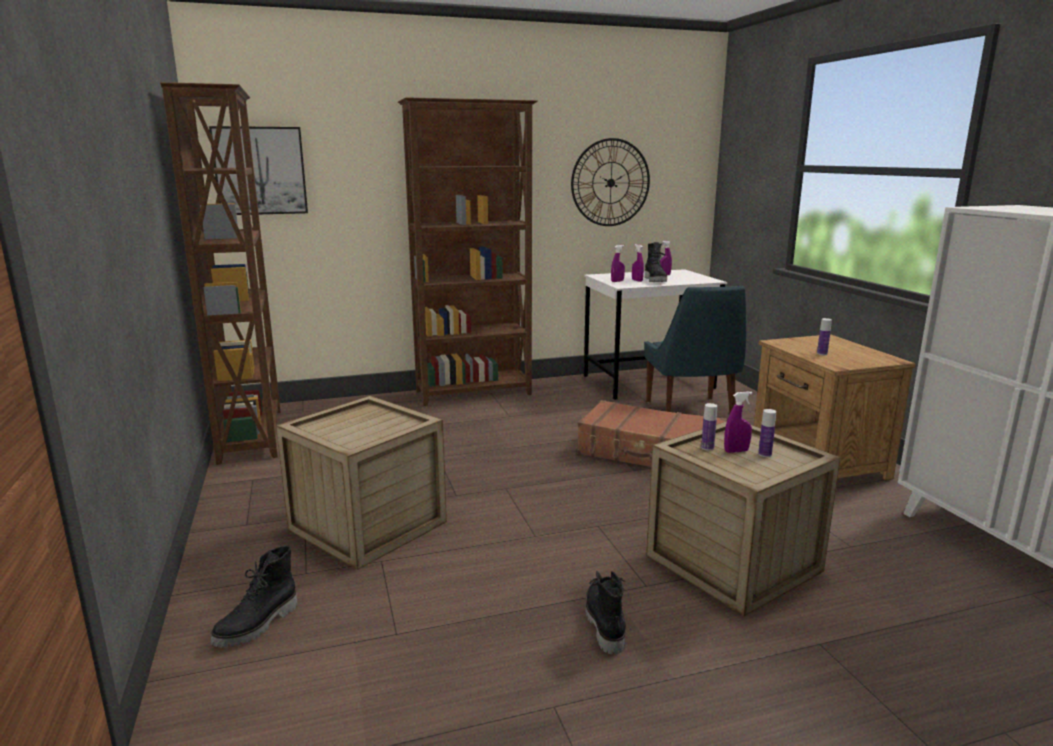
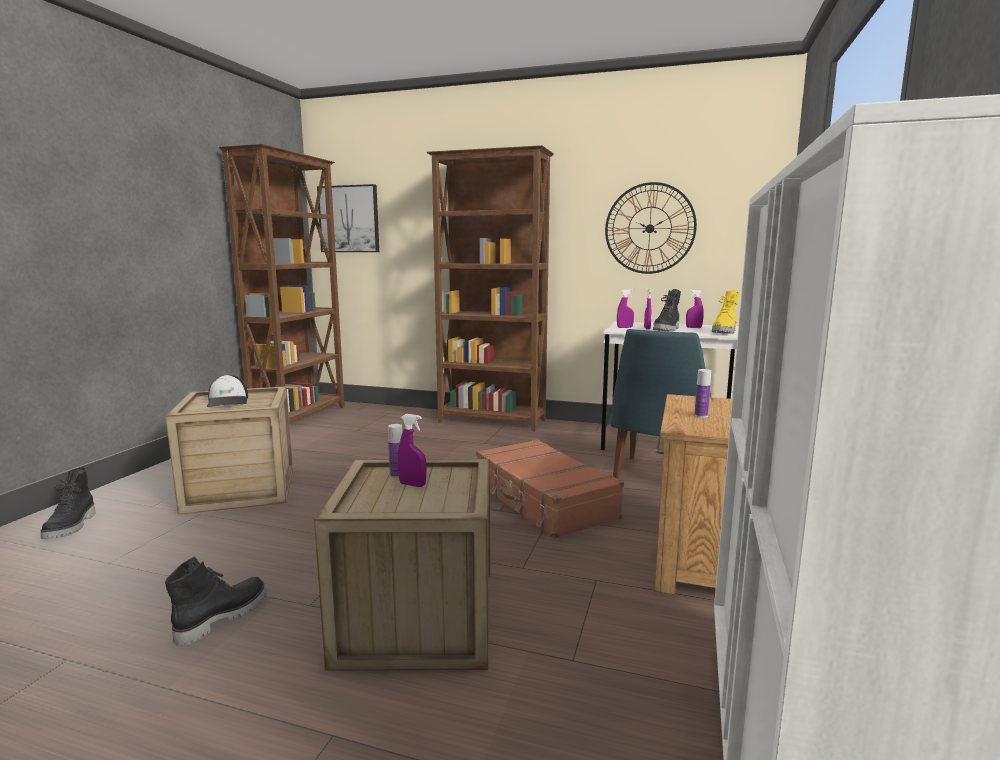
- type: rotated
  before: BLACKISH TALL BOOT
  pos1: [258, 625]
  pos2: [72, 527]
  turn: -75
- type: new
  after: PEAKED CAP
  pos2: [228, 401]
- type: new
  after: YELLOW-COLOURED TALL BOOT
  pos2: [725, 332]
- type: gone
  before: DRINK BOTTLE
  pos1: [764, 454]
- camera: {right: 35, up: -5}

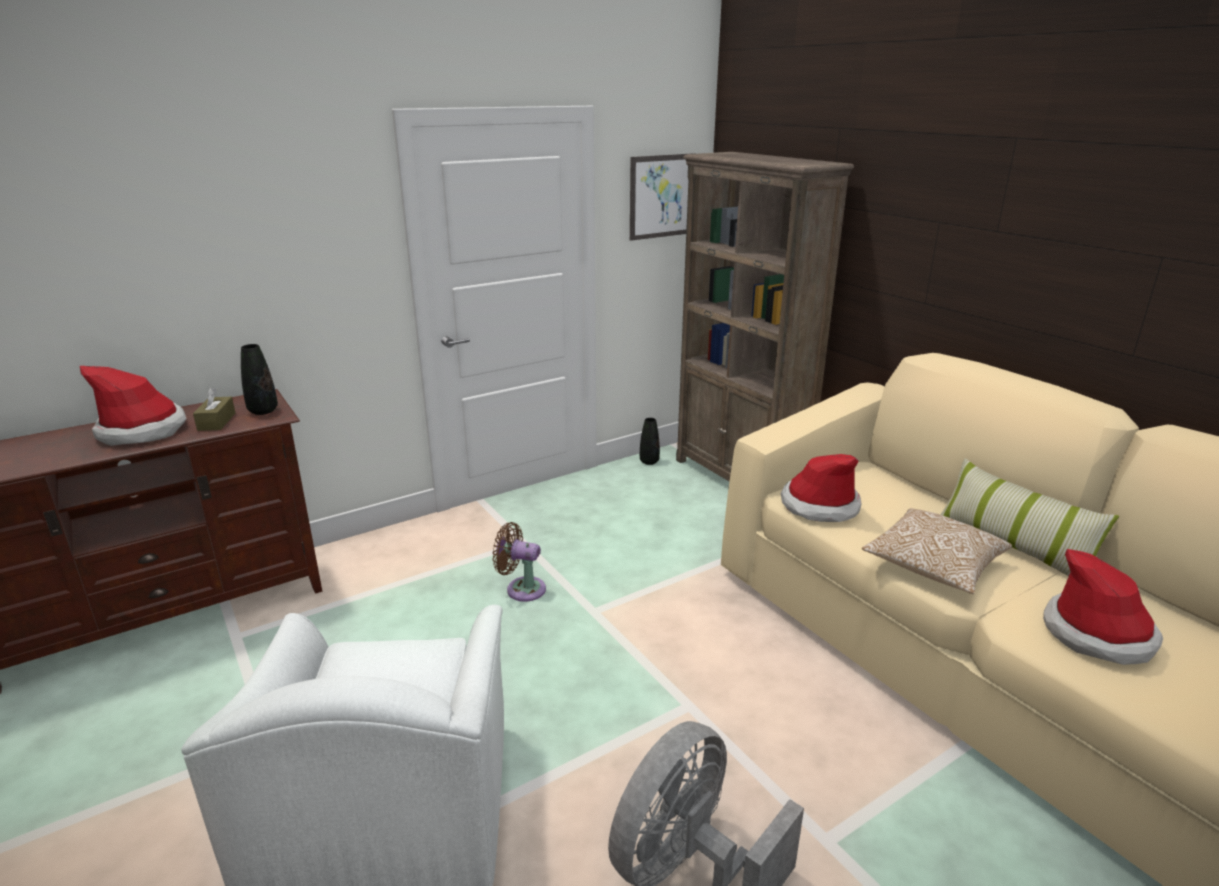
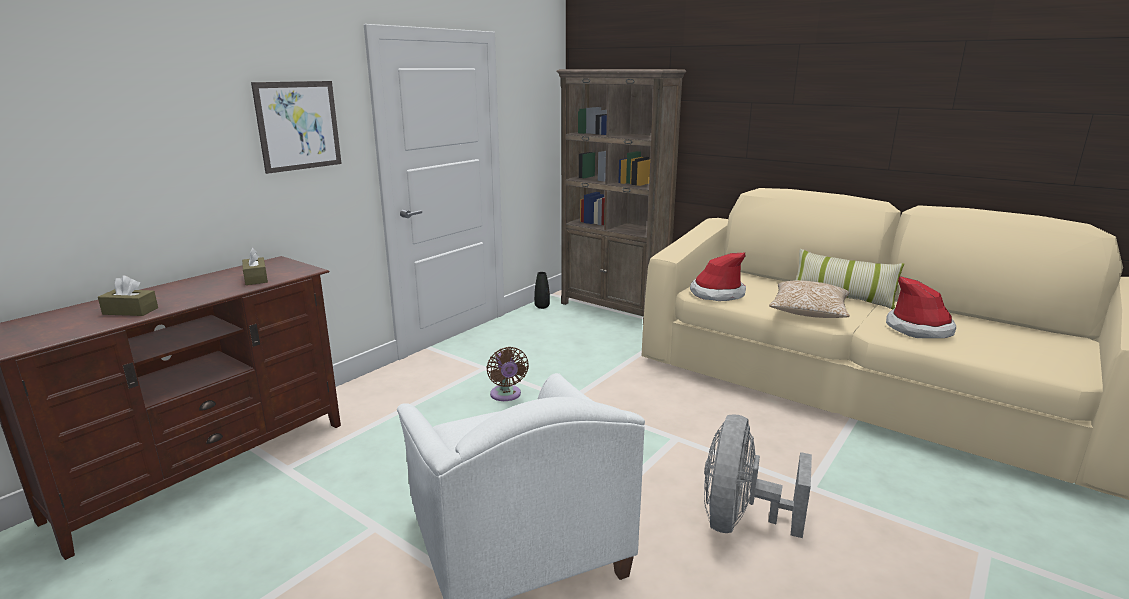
- type: new
  after: BROWNISH TISSUE BOX
  pos2: [130, 311]
- type: shifted
  before: PICTURE
  pos1: [662, 196]
  pos2: [298, 125]
- type: rotated
  before: BROWNISH ELECTRIC FAN
  pos1: [522, 588]
  pos2: [506, 395]
  turn: -105
- type: gone
  before: CLOTHING HAT
  pos1: [142, 430]
- type: gone
  before: BLACKISH FLOWER VASE
  pos1: [263, 411]
- camera: {right: -20, up: -5}

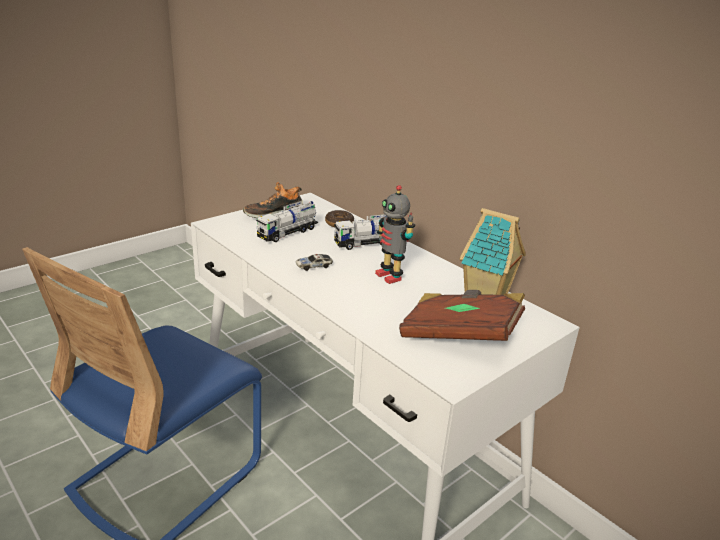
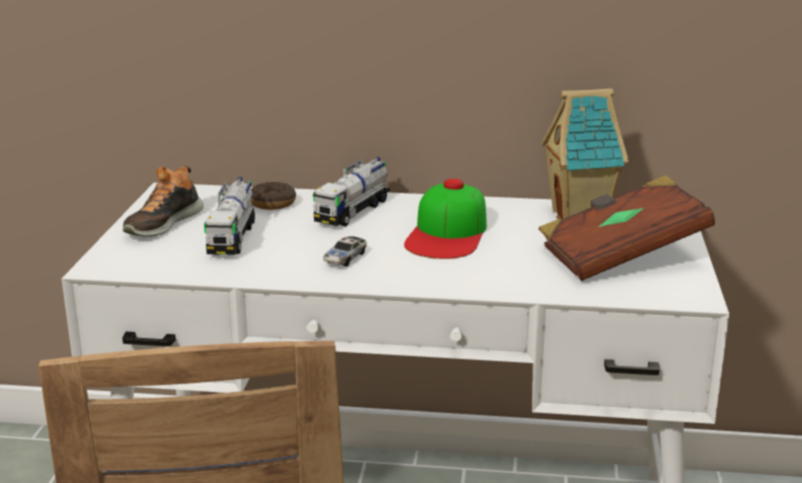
- type: swapped
  before: ROBOT FIGURE
  after: PEAKED CAP
  pos1: [390, 276]
  pos2: [448, 233]
- camera: {right: -40, up: -5}

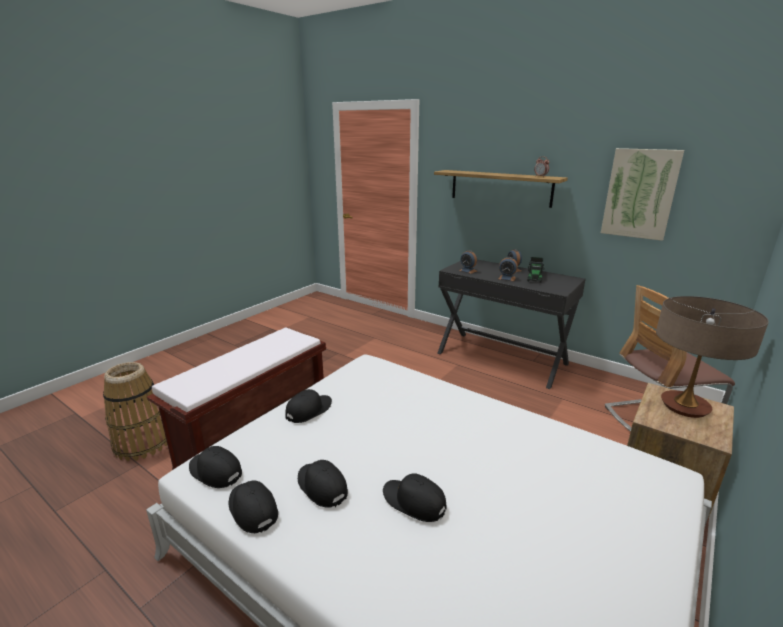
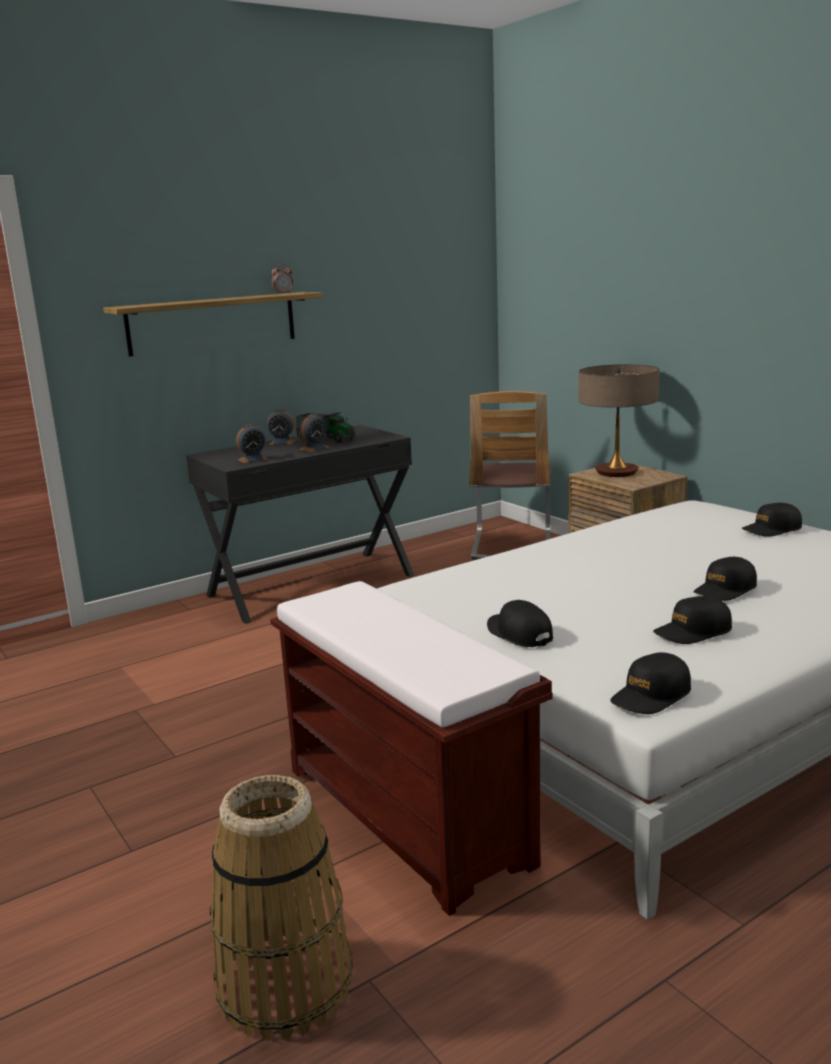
- type: shifted
  before: BLACKISH PEAKED CAP
  pos1: [252, 509]
  pos2: [772, 529]
- type: gone
  before: PICTURE
  pos1: [640, 194]
- camera: {right: -70, up: -5}

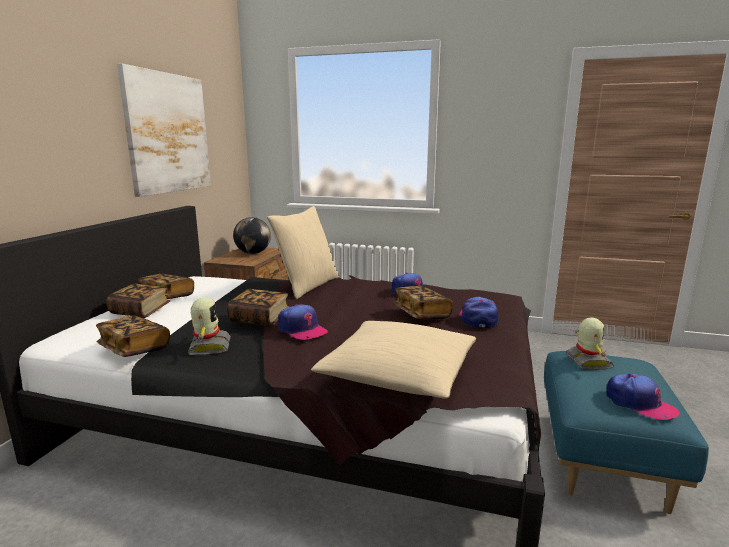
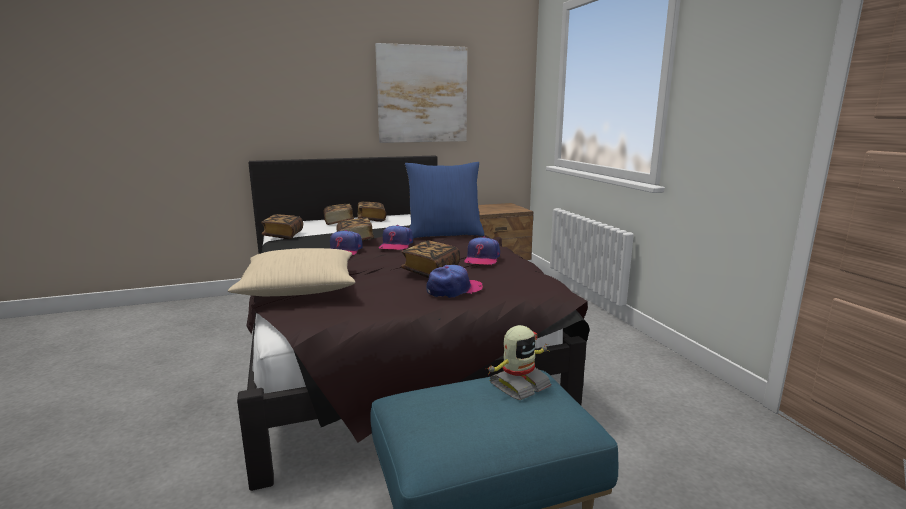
- type: shifted
  before: PEAKED CAP
  pos1: [639, 403]
  pos2: [396, 245]
- type: repainted
  before: SAND-COLOURED PILLOW
  after: BLUE PILLOW
  pos1: [307, 286]
  pos2: [444, 234]
- type: gone
  before: ROBOT FIGURE
  pos1: [208, 347]
- type: gone
  before: WORLD GLOBE
  pos1: [253, 253]
- camera: {right: 55, up: 0}

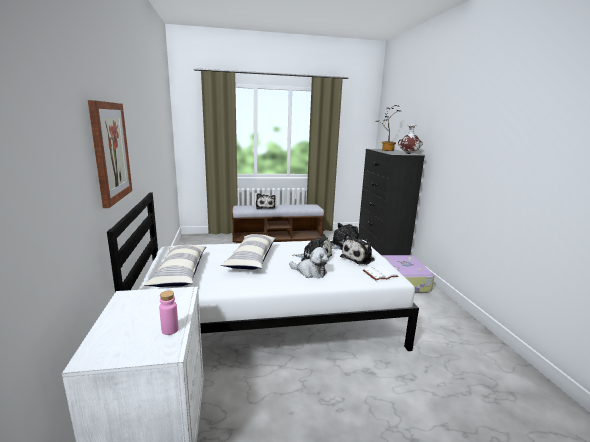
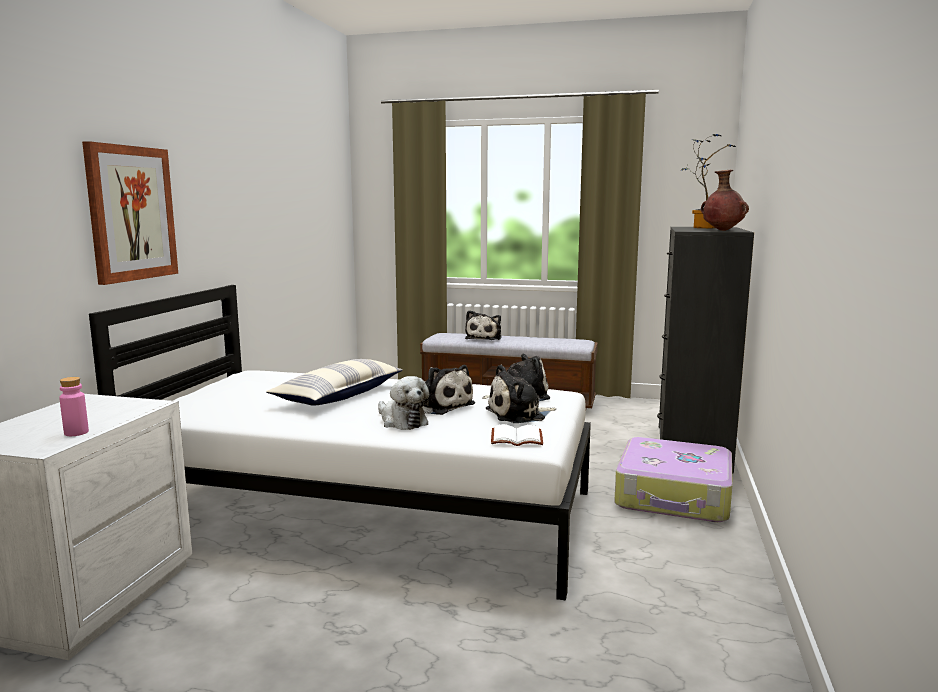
- type: repainted
  before: WHITE-COLOURED FLOWER VASE
  after: BROWNISH FLOWER VASE
  pos1: [408, 154]
  pos2: [722, 230]
- type: gone
  before: PILLOW
  pos1: [180, 273]
- camera: {right: 25, up: -5}

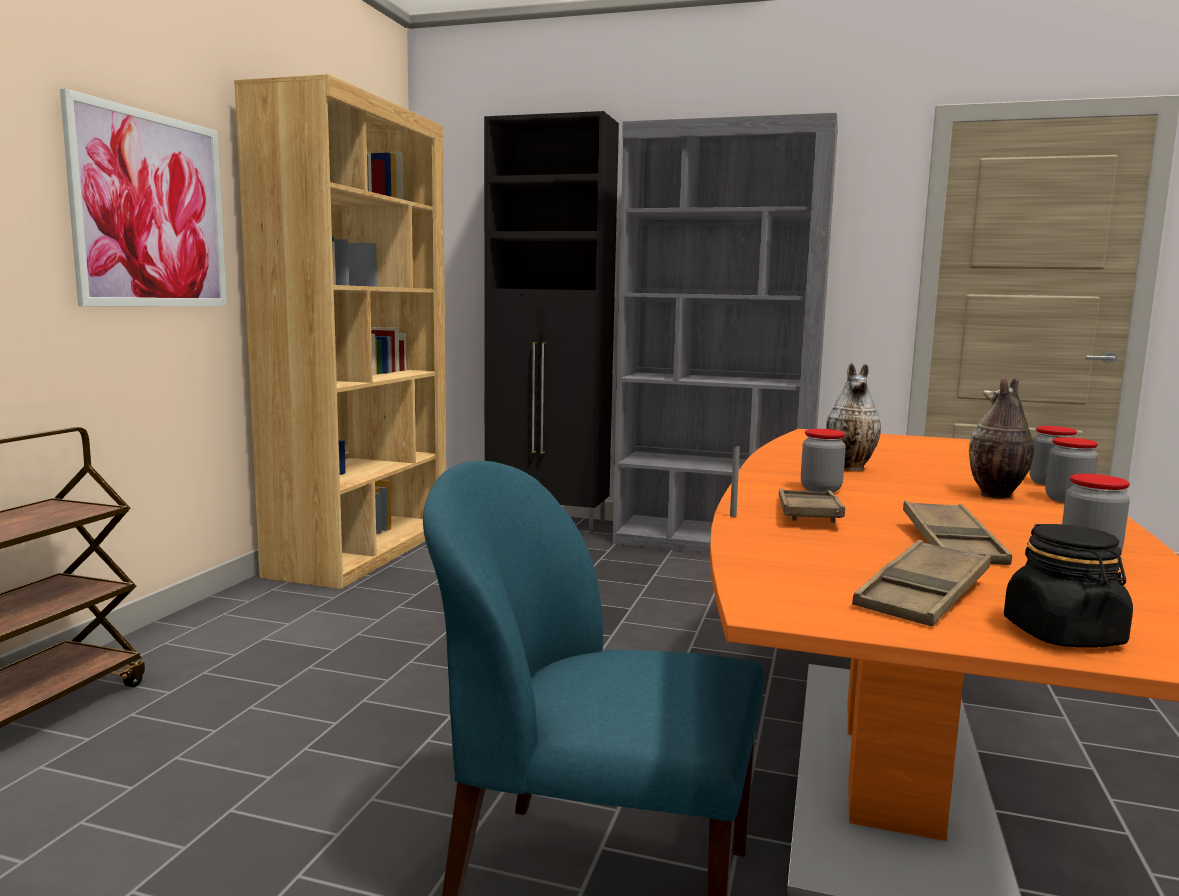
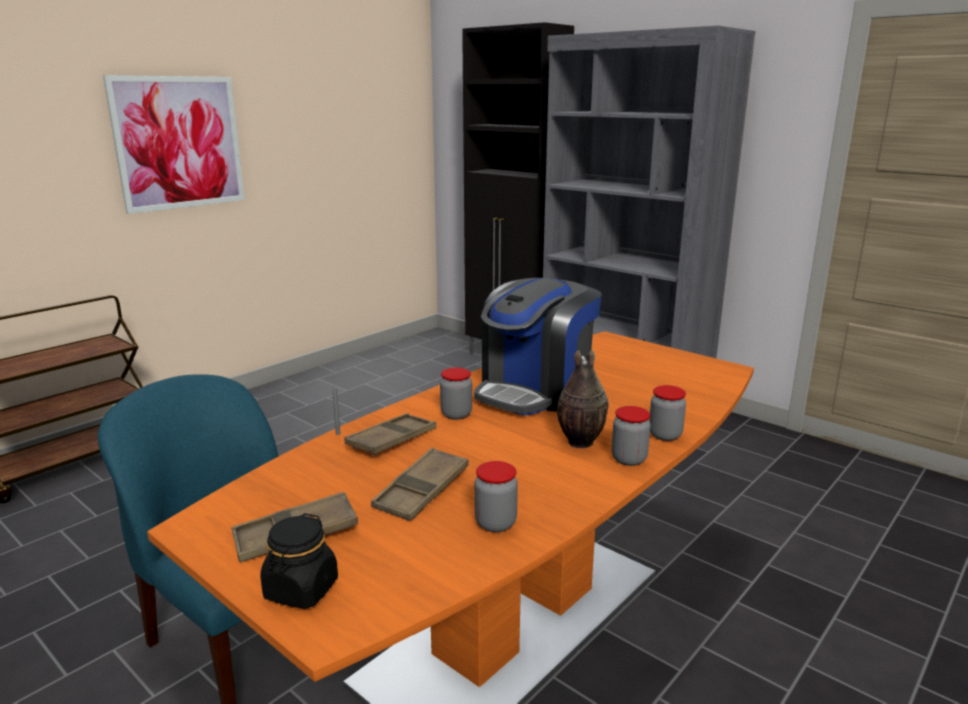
- type: swapped
  before: FLOWER VASE
  after: COFFEE BREWER
  pos1: [851, 468]
  pos2: [535, 391]
- type: gone
  before: BROWNISH BOOKSHELF
  pos1: [362, 552]
- camera: {right: 25, up: 10}

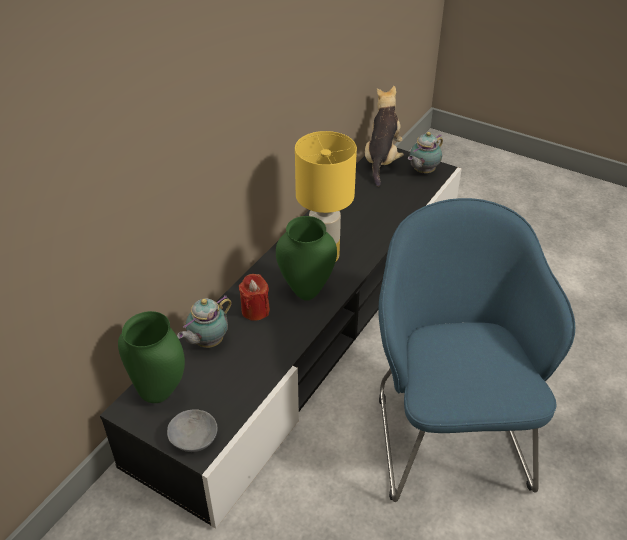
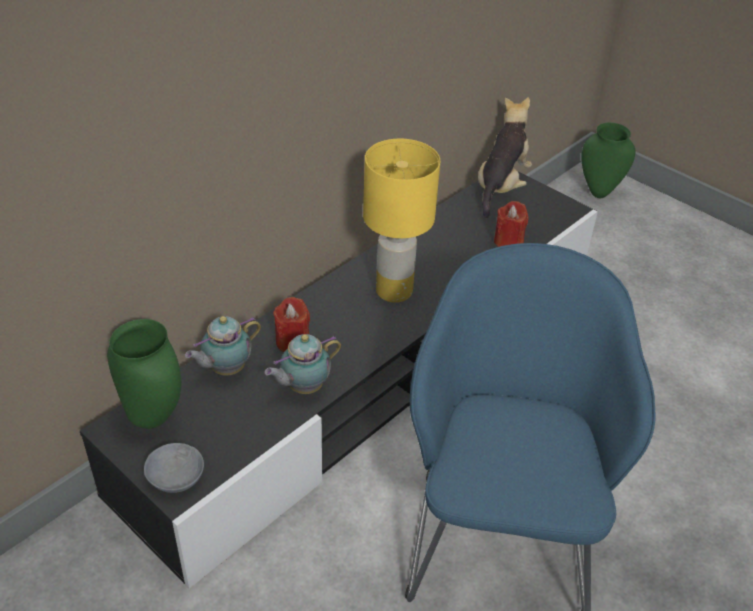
- type: shifted
  before: POT FOR TEA
  pos1: [422, 171]
  pos2: [303, 387]
- type: new
  after: RED-COLOURED WAX LIGHT
  pos2: [508, 241]
- type: shifted
  before: GREEN FLOWER VASE
  pos1: [306, 293]
  pos2: [598, 193]
- camera: {right: 10, up: 0}

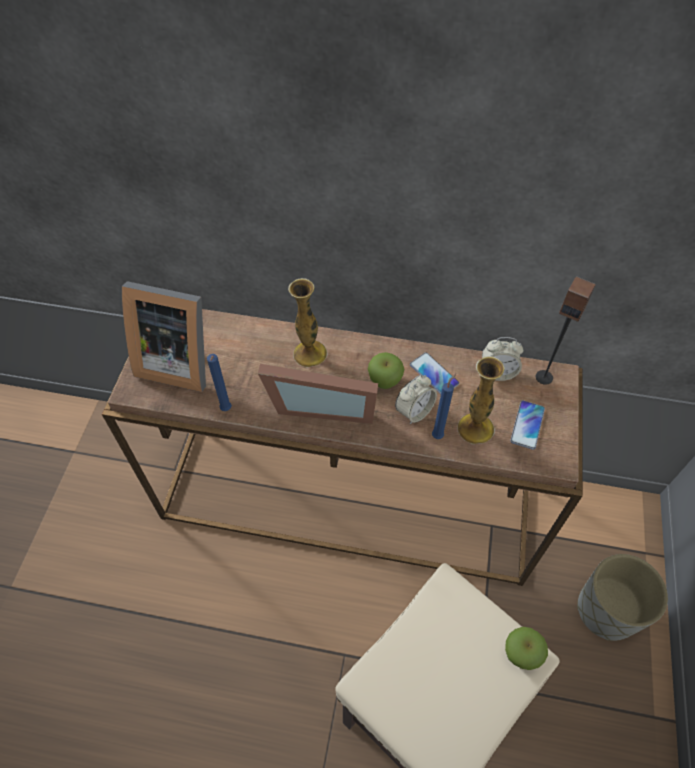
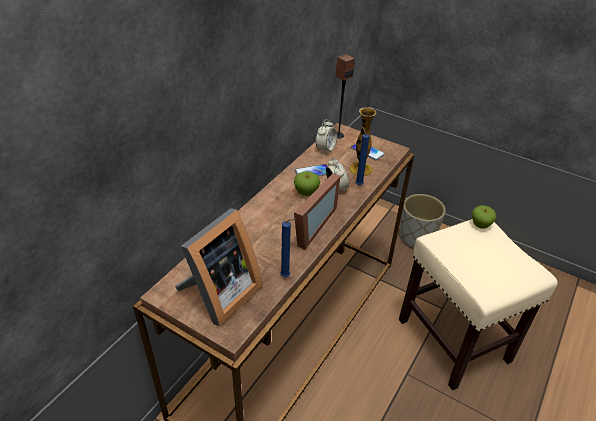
- type: gone
  before: FLOWER VASE
  pos1: [310, 353]
- camera: {right: -70, up: -15}

